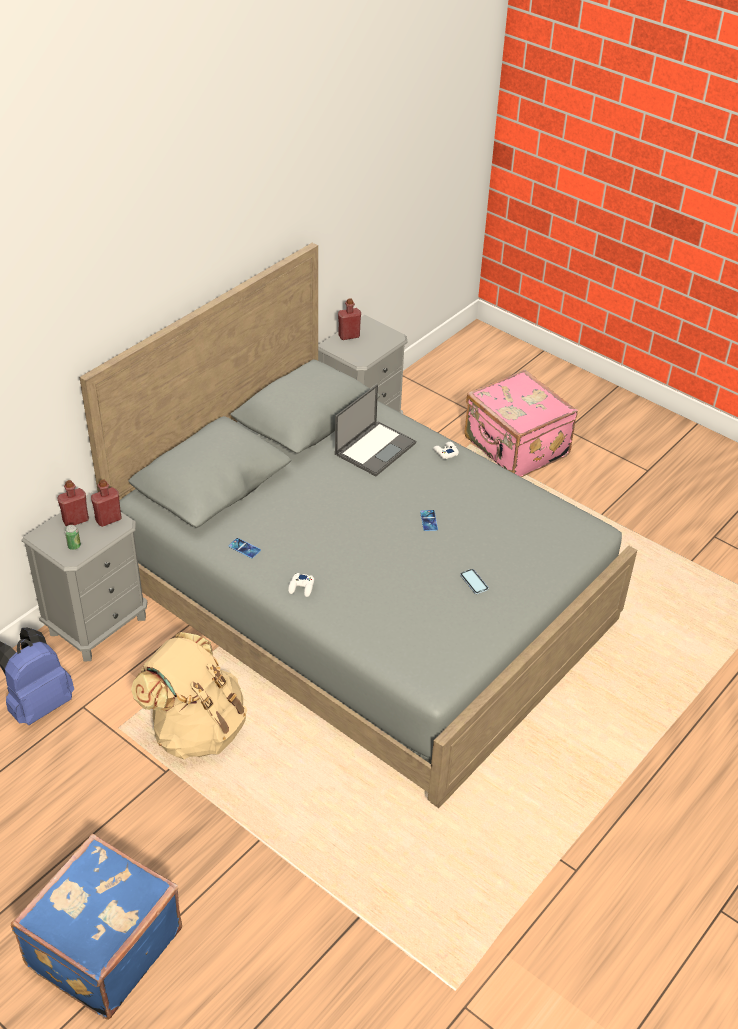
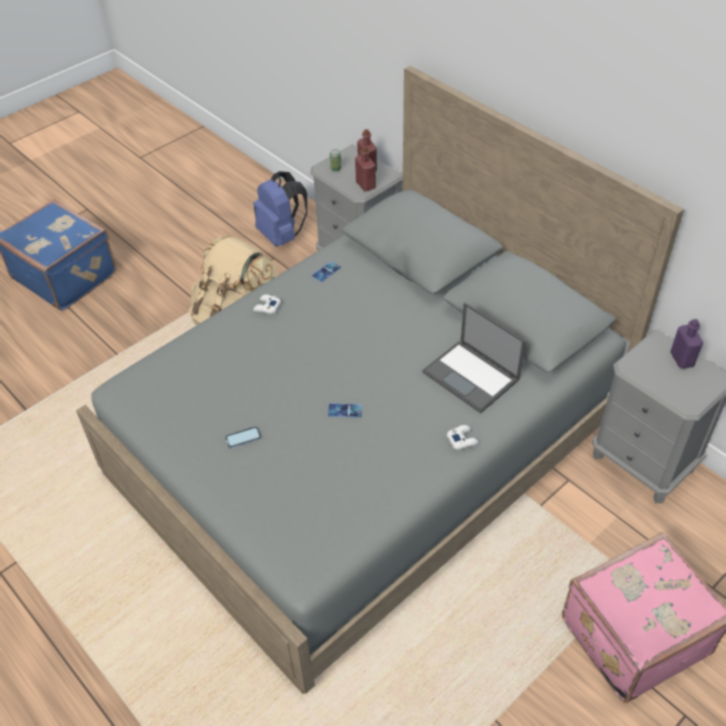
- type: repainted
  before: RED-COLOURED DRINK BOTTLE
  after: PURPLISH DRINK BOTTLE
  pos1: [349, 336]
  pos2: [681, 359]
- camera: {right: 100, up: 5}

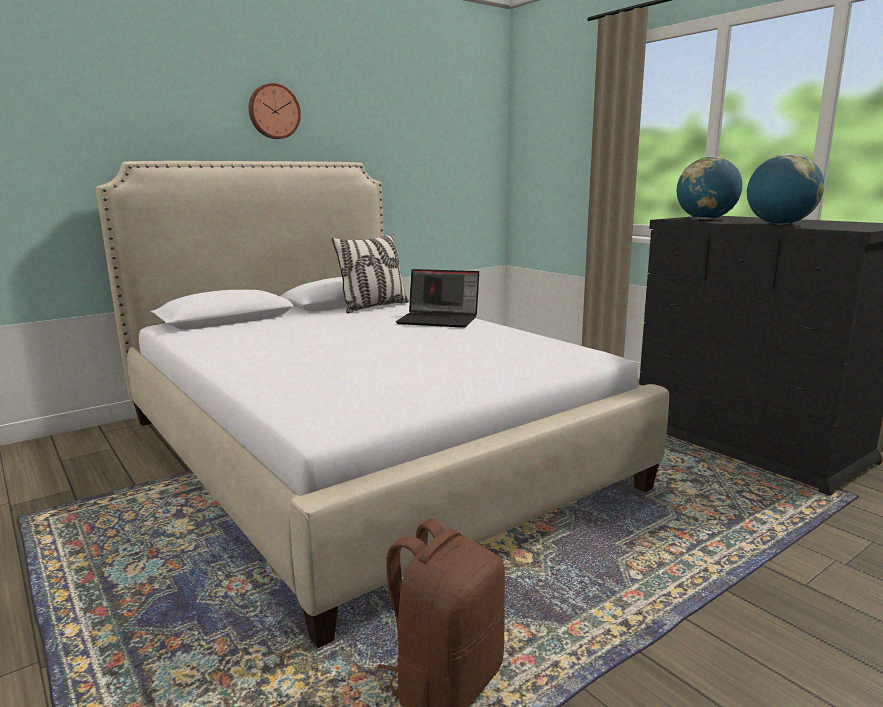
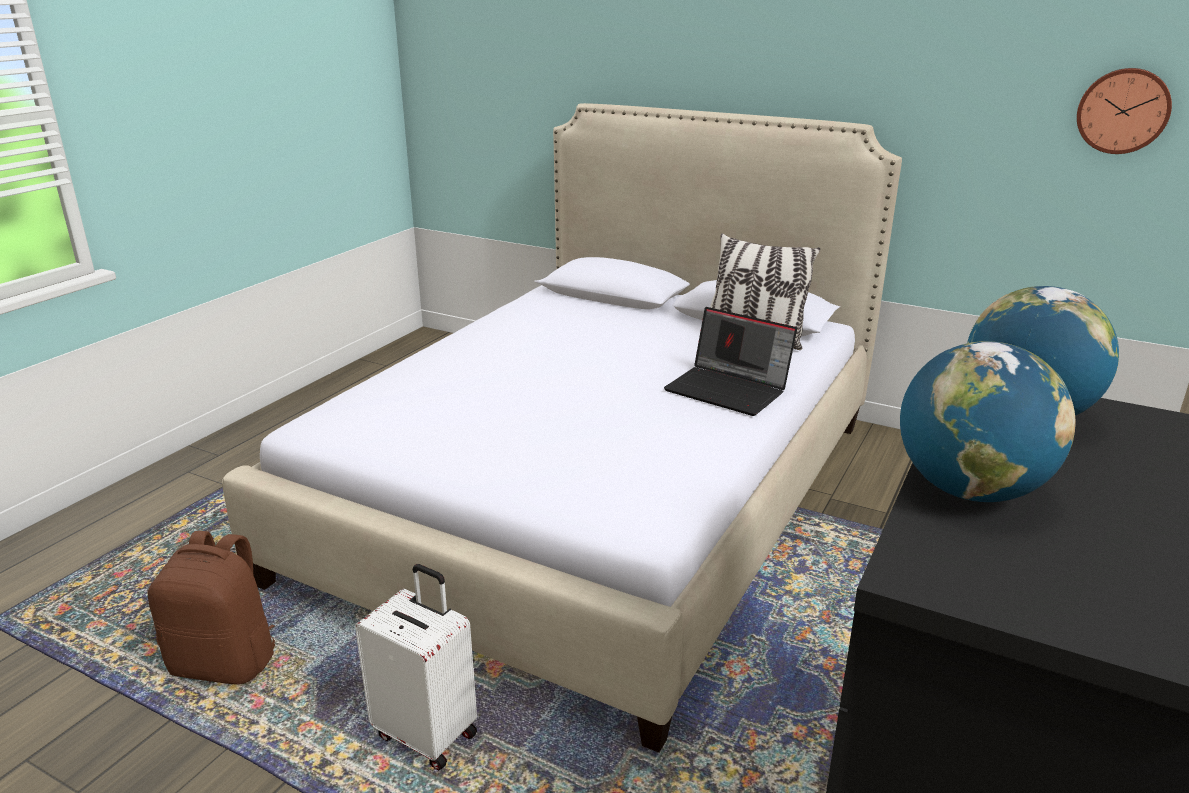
- type: new
  after: WHITE-COLOURED SUITCASE
  pos2: [428, 733]
- type: rotated
  before: NOTEBOOK COMPUTER
  pos1: [439, 320]
  pos2: [729, 389]
  turn: -45
- type: shifted
  before: HANGING CLOCK
  pos1: [273, 111]
  pos2: [1123, 111]
- camera: {right: 65, up: 10}

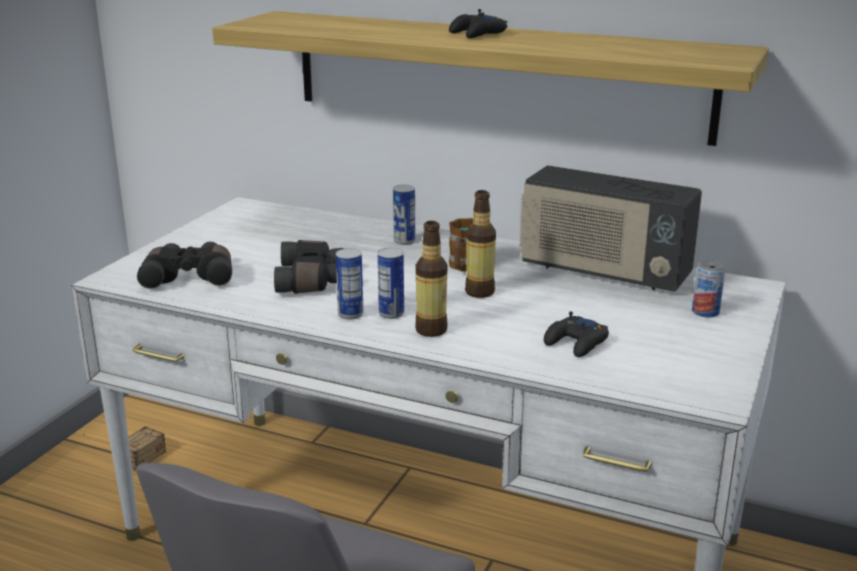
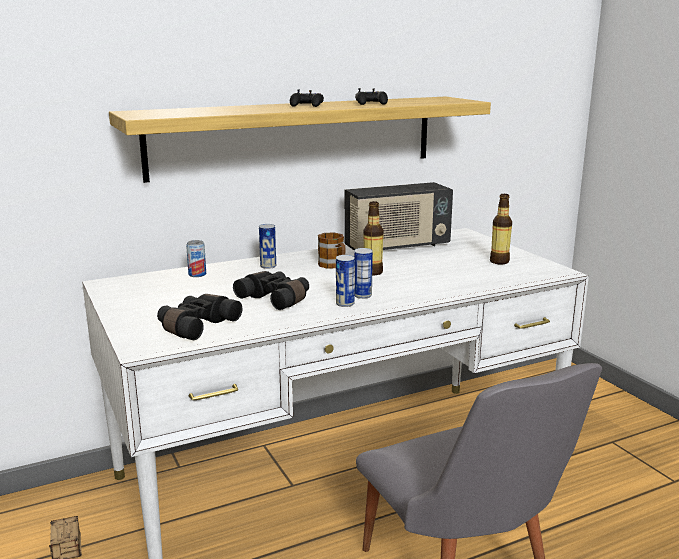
- type: shifted
  before: SEALED CAN
  pos1: [705, 312]
  pos2: [197, 274]
- type: shifted
  before: BLACKISH JOYPAD
  pos1: [576, 343]
  pos2: [371, 103]
- type: shifted
  before: DRINK BOTTLE
  pos1: [431, 330]
  pos2: [499, 261]
- camera: {right: -50, up: -5}

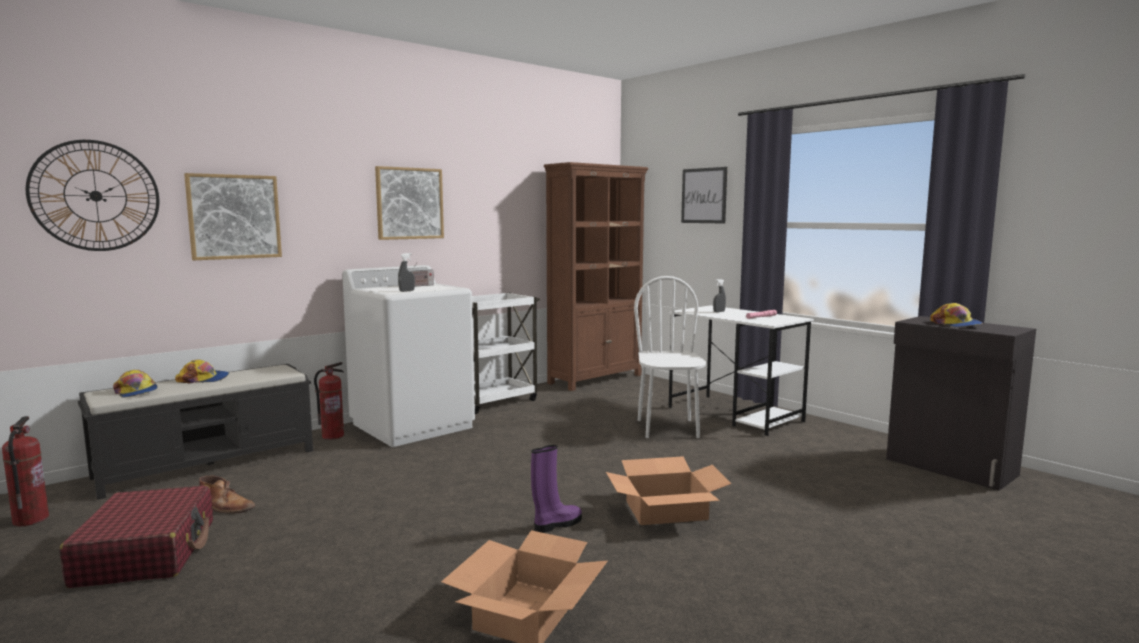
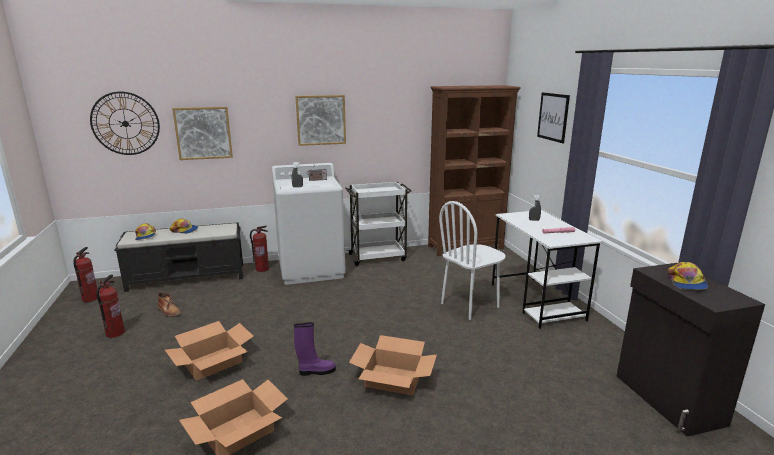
- type: swapped
  before: RED-COLOURED SUITCASE
  after: FIRE-FIGHTING CYLINDER
  pos1: [147, 552]
  pos2: [115, 333]
- type: new
  after: CARTON
  pos2: [213, 363]
- type: rotated
  before: WHITE-COLOURED PLAIN CHAIR
  pos1: [668, 428]
  pos2: [470, 305]
  turn: -150
- camera: {right: 25, up: 10}

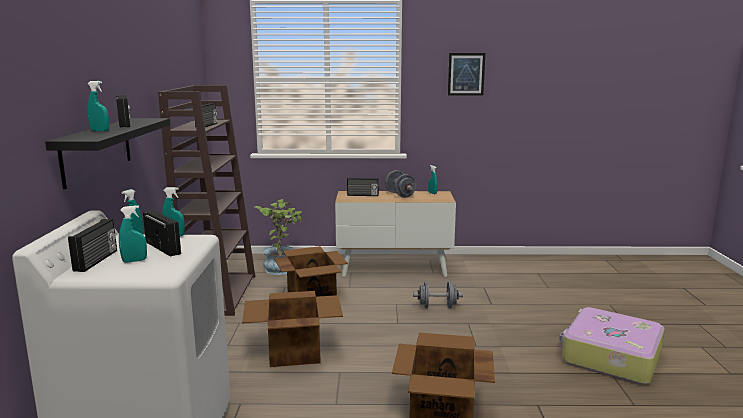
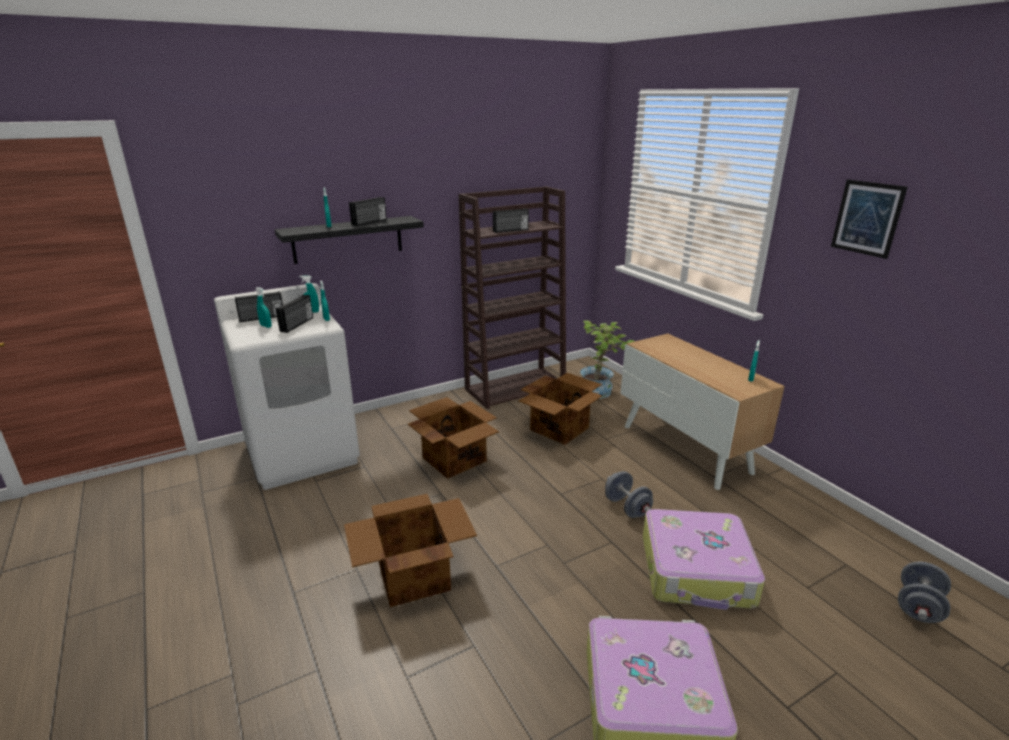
- type: new
  after: SUITCASE
  pos2: [697, 571]
- type: shifted
  before: GREYISH FREE WEIGHT
  pos1: [400, 195]
  pos2: [918, 606]
- type: gone
  before: RADIO RECEIVER
  pos1: [362, 195]
- camera: {right: 60, up: 10}

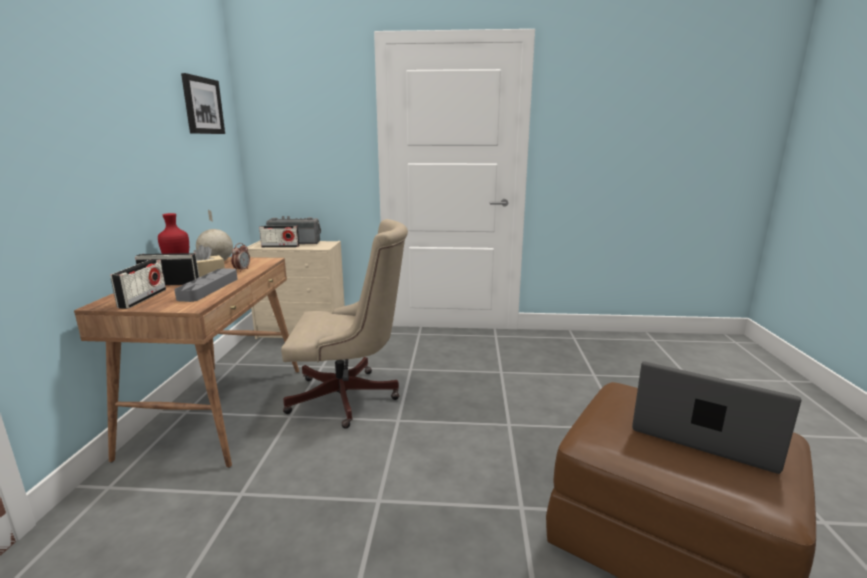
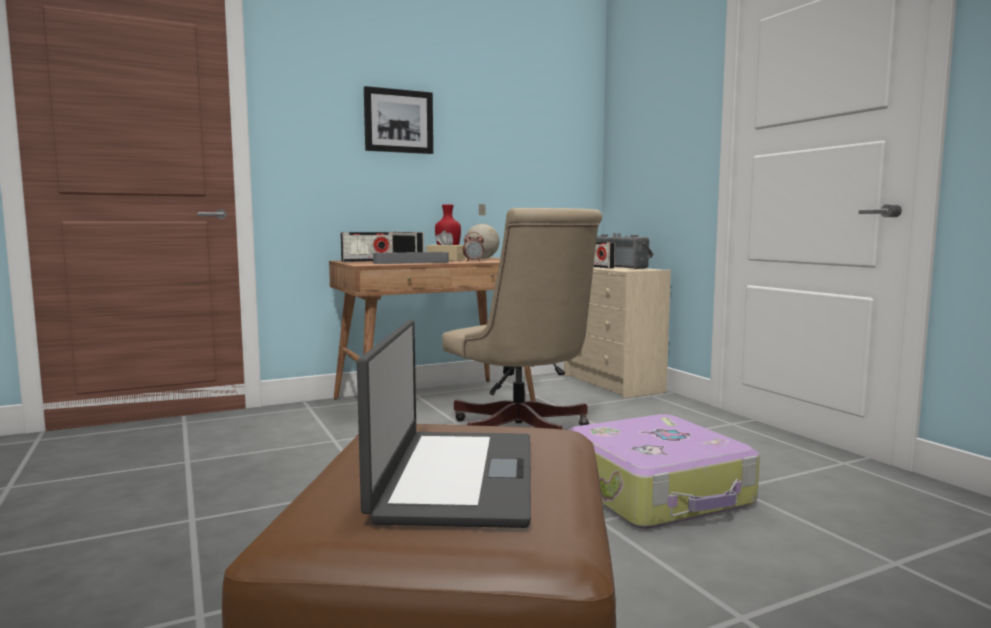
- type: shifted
  before: PICTURE
  pos1: [202, 105]
  pos2: [398, 121]
- type: new
  after: SUITCASE
  pos2: [657, 492]
- camera: {right: 60, up: -10}

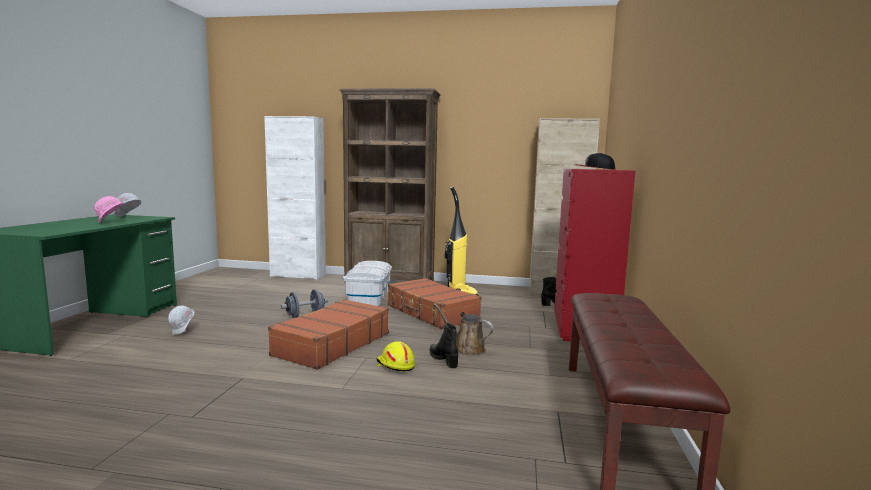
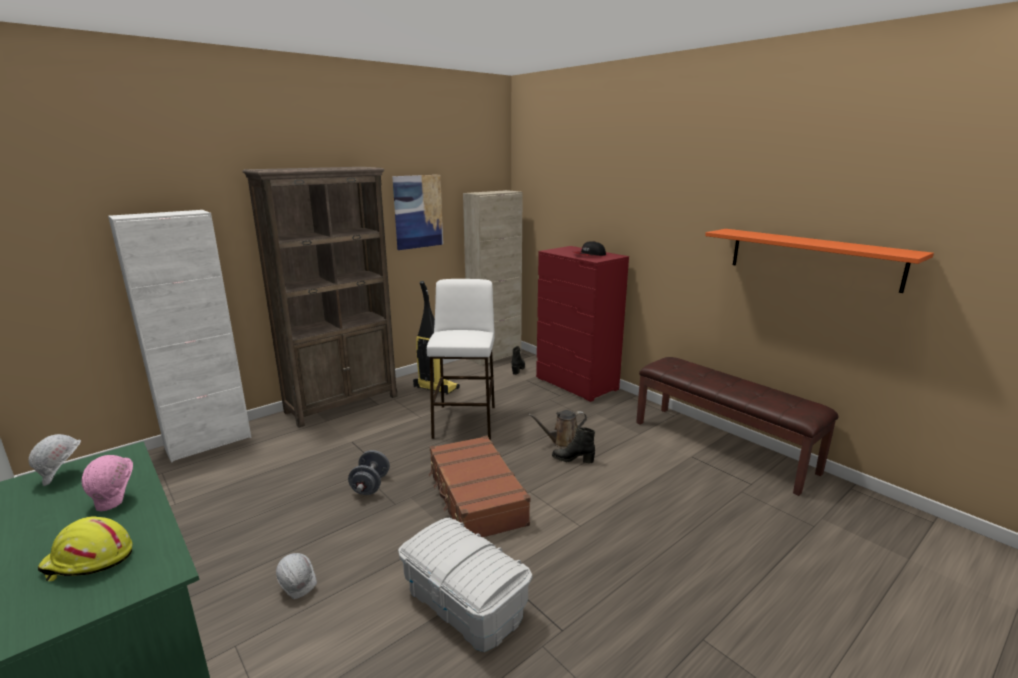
- type: shifted
  before: YELLOW-COLOURED WORK HELMET
  pos1: [395, 365]
  pos2: [88, 561]
- type: new
  after: PICTURE
  pos2: [418, 211]
- type: shifted
  before: WHITE-COLOURED STORAGE CONTAINER
  pos1: [368, 297]
  pos2: [465, 602]
- type: swapped
  before: BROWNISH SUITCASE
  after: WHITE-COLOURED SITTING STOOL
  pos1: [431, 313]
  pos2: [465, 421]
- type: new
  after: ORANGE WALL SHELF
  pos2: [812, 258]
- camera: {right: -50, up: 10}

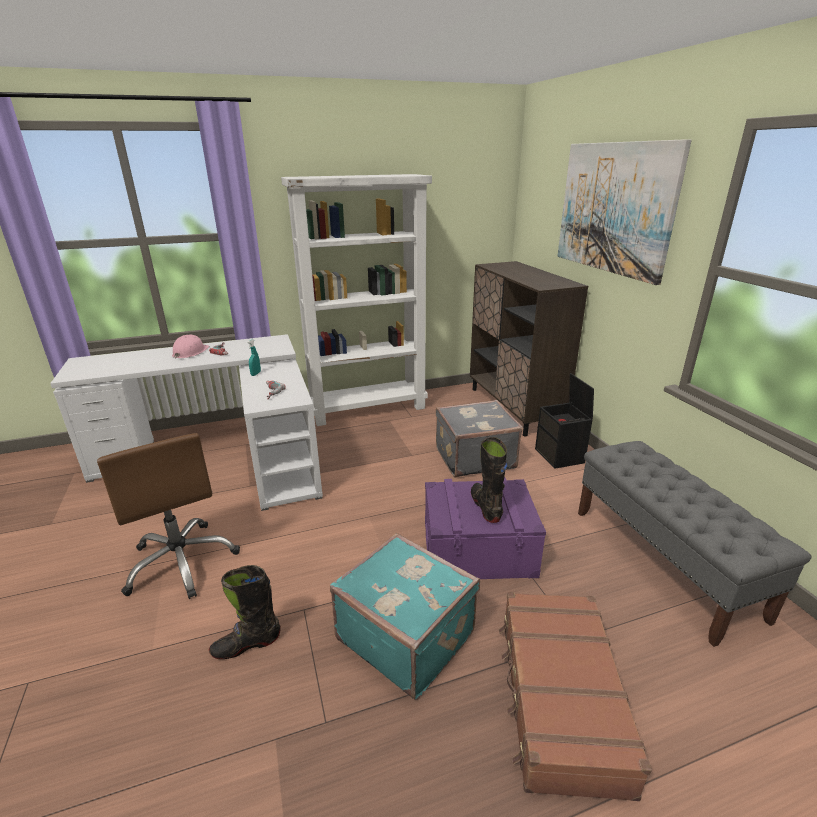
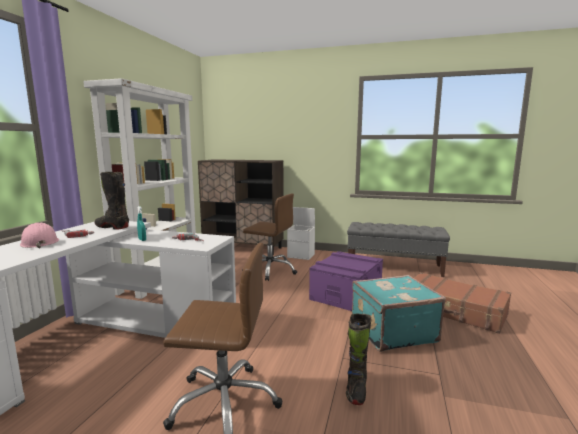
- type: shifted
  before: BLACKISH TALL BOOT
  pos1: [486, 507]
  pos2: [112, 227]
- type: swapped
  before: GREYISH SUITCASE
  after: BROWNISH OFFICE CHAIR
  pos1: [473, 457]
  pos2: [270, 270]
- type: repainted
  before: BLACKISH STORAGE CONTAINER
  after: WHITE-COLOURED STORAGE CONTAINER
  pos1: [560, 456]
  pos2: [301, 255]
- type: gone
  before: PICTURE
  pos1: [614, 208]
- camera: {right: -55, up: -15}

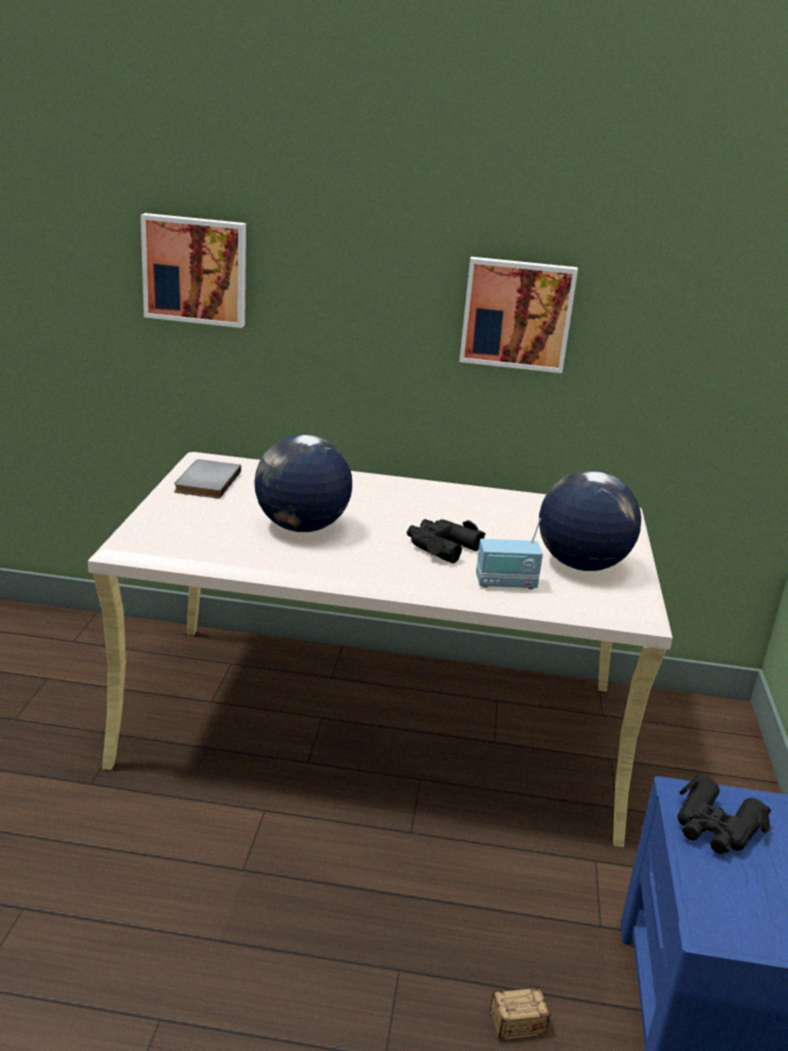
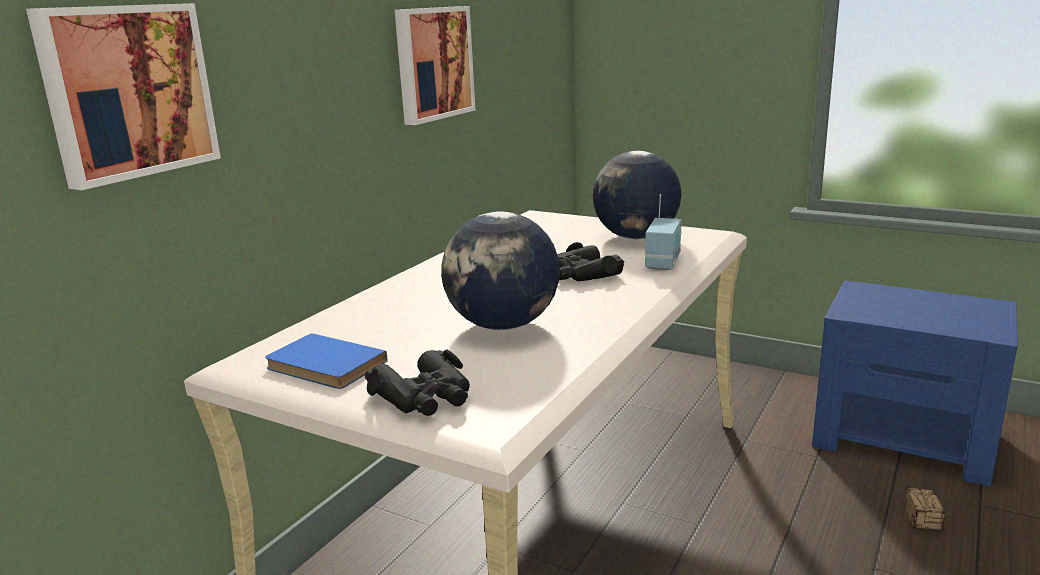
- type: repainted
  before: GREYISH BOUND BOOK
  after: BLUE BOUND BOOK
  pos1: [205, 482]
  pos2: [323, 366]
- type: shifted
  before: BLACKISH PAIR OF BINOCULARS
  pos1: [715, 827]
  pos2: [424, 397]
- camera: {right: -65, up: -5}

